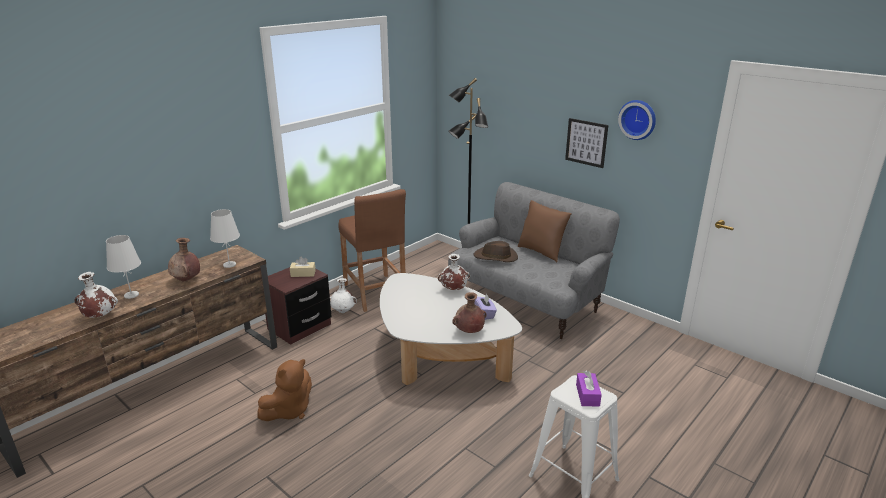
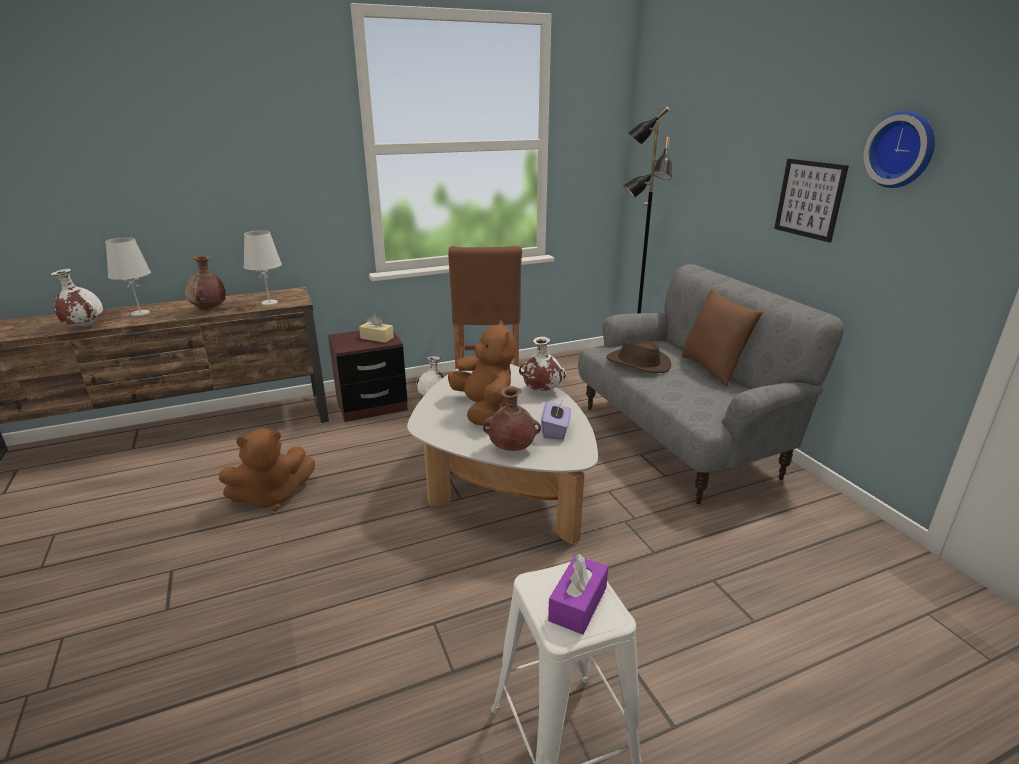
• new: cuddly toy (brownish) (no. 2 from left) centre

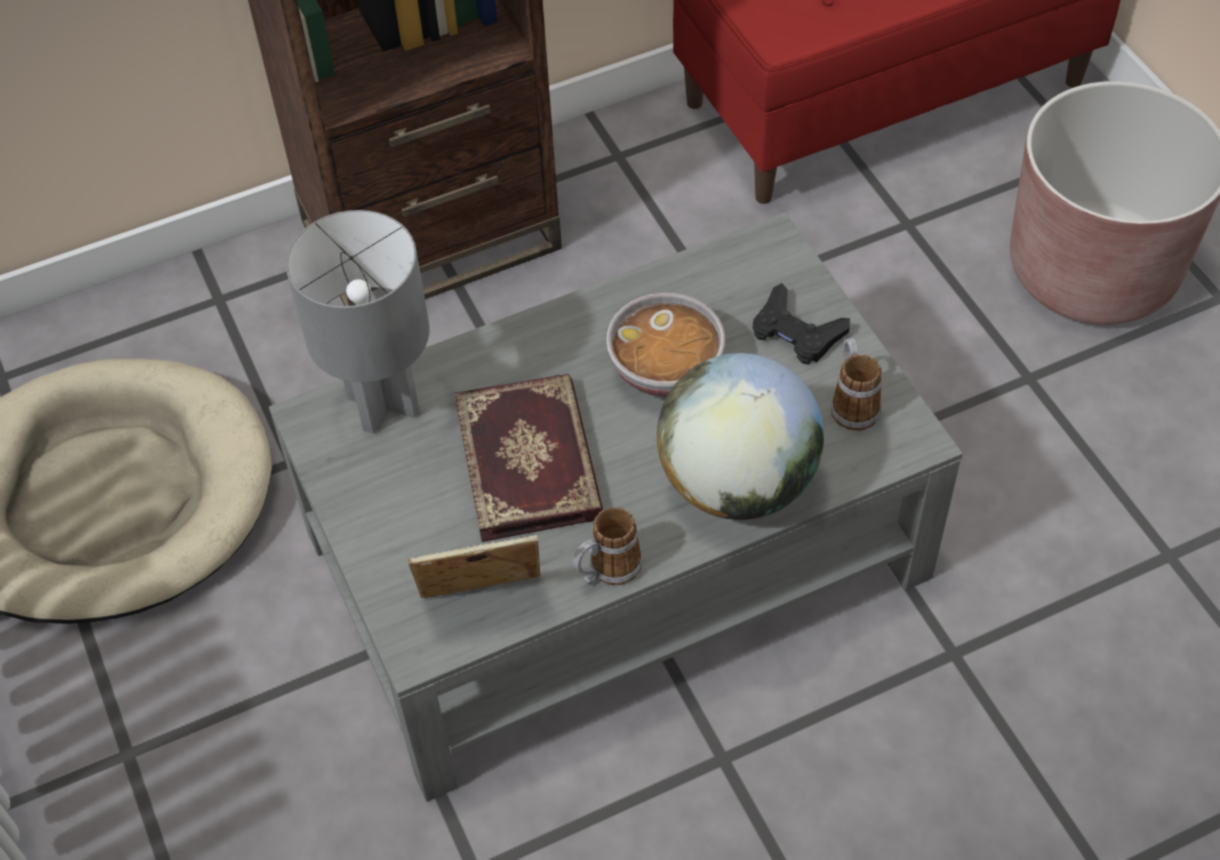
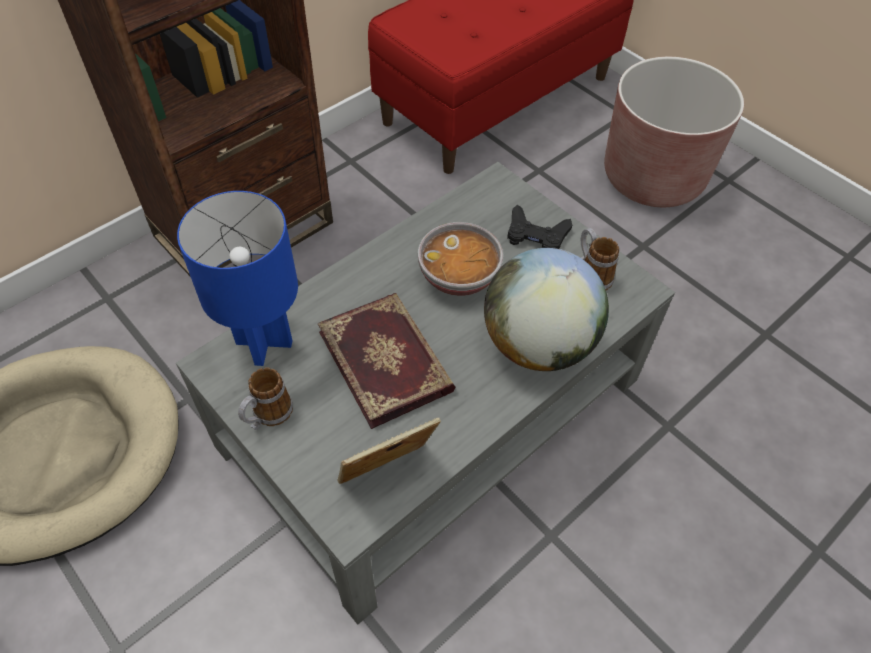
• shifted: coffee mug (no. 1 from left) centre to middle left
• repainted: lamp for a table (greyish) middle left to lamp for a table (bluish) middle left

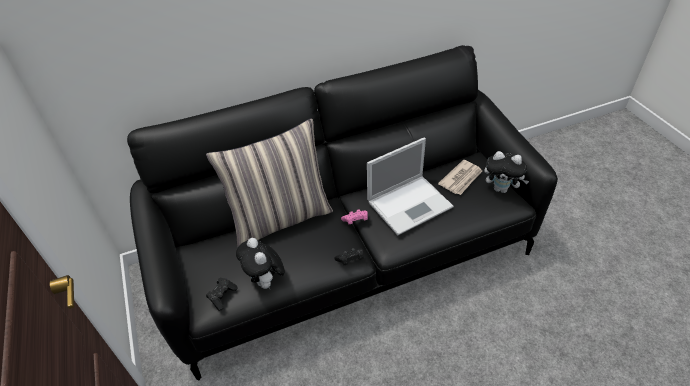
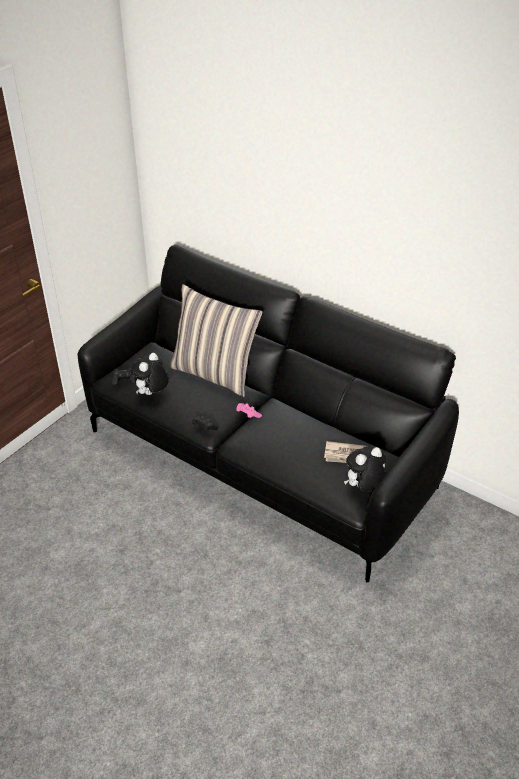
• gone: portable computer centre
• rotated: cuddly toy (no. 2 from left) middle right = middle right 75 degrees clockwise

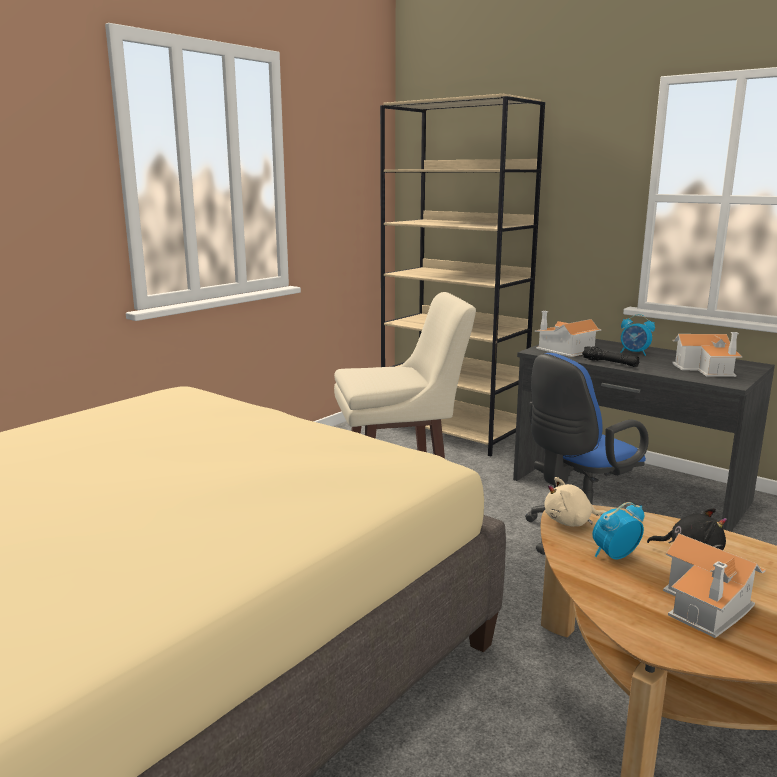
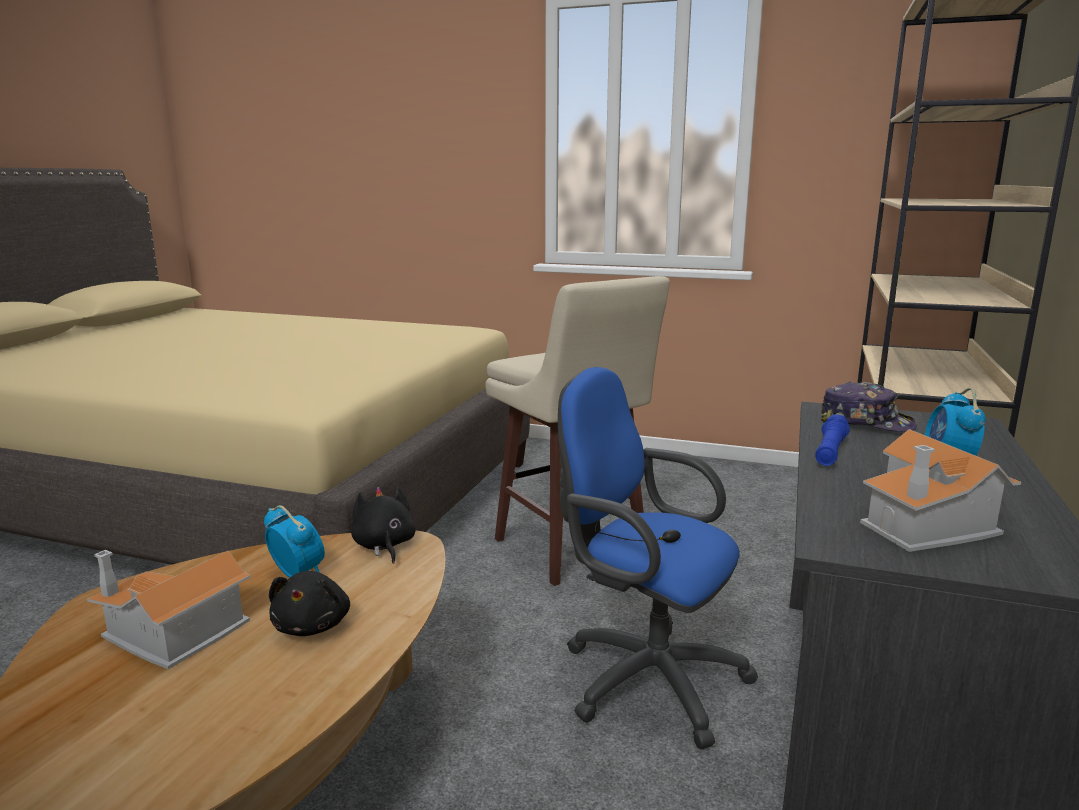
• swapped: miniature house (no. 1 from left) middle right to cap middle right
• repainted: cuddly toy (beige) middle right to cuddly toy (black-coloured) (no. 2 from left) centre
• repainted: torch (black-coloured) middle right to torch (bluish) middle right

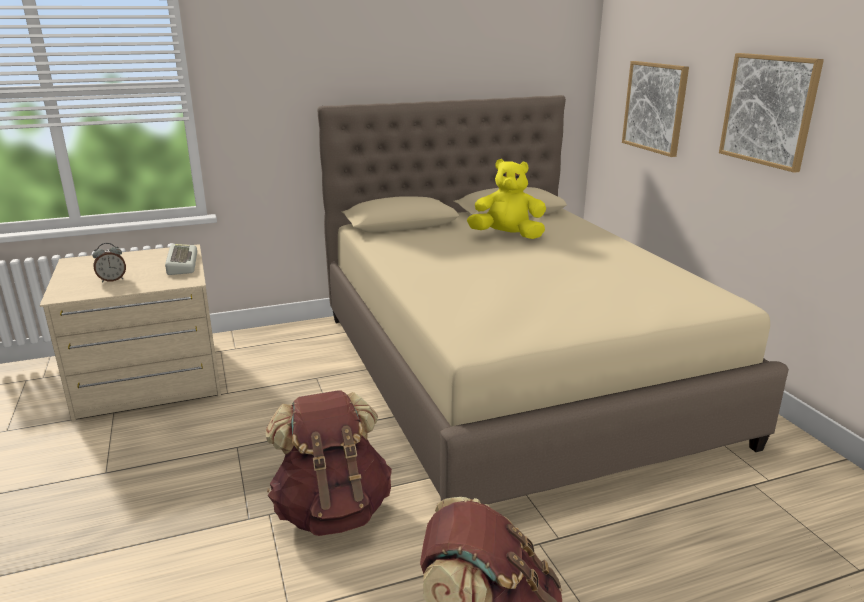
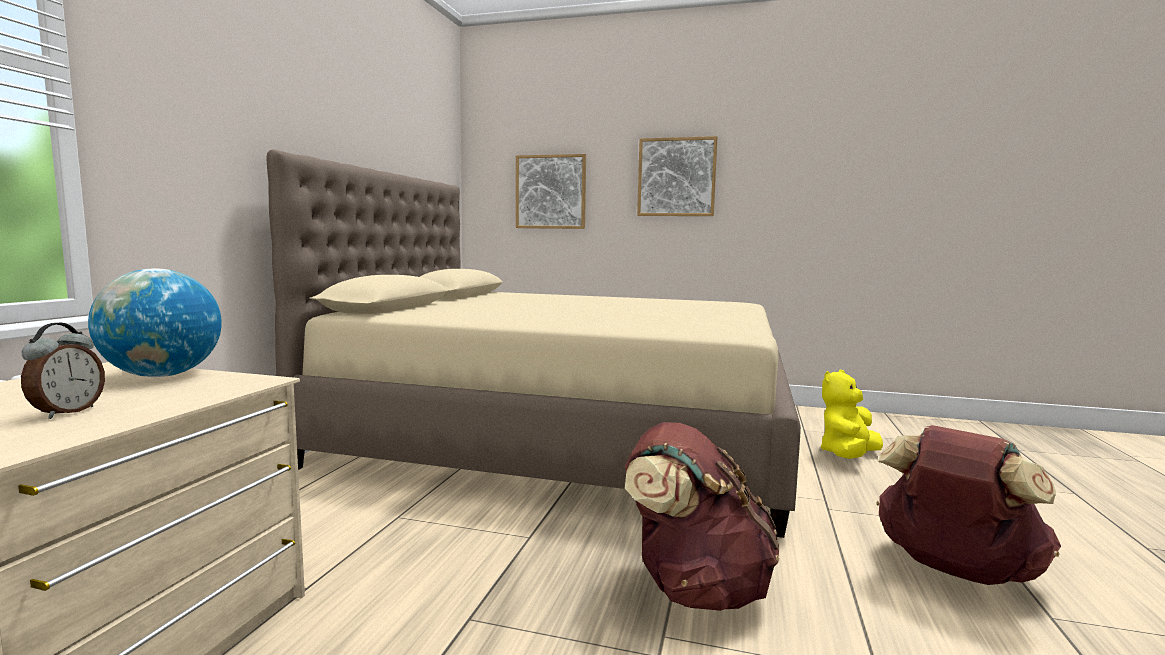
• shifted: cuddly toy (yellow) top centre to middle right
• swapped: keyboard middle left to desk globe middle left

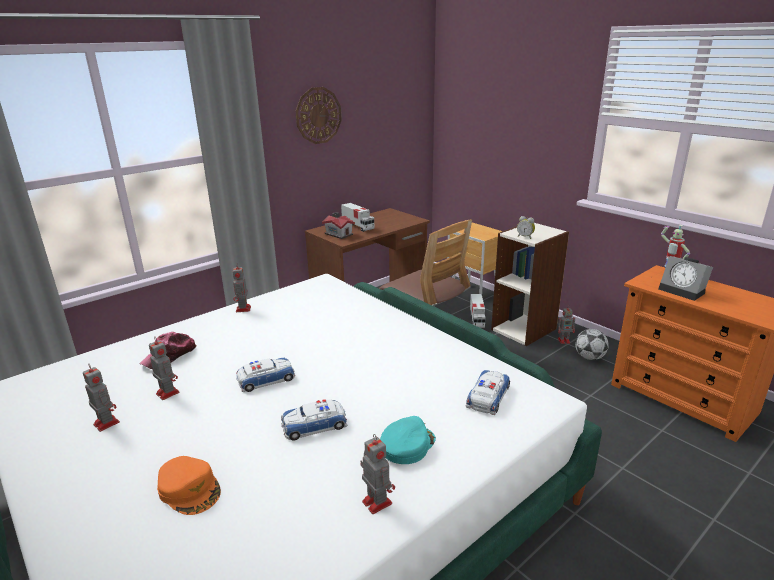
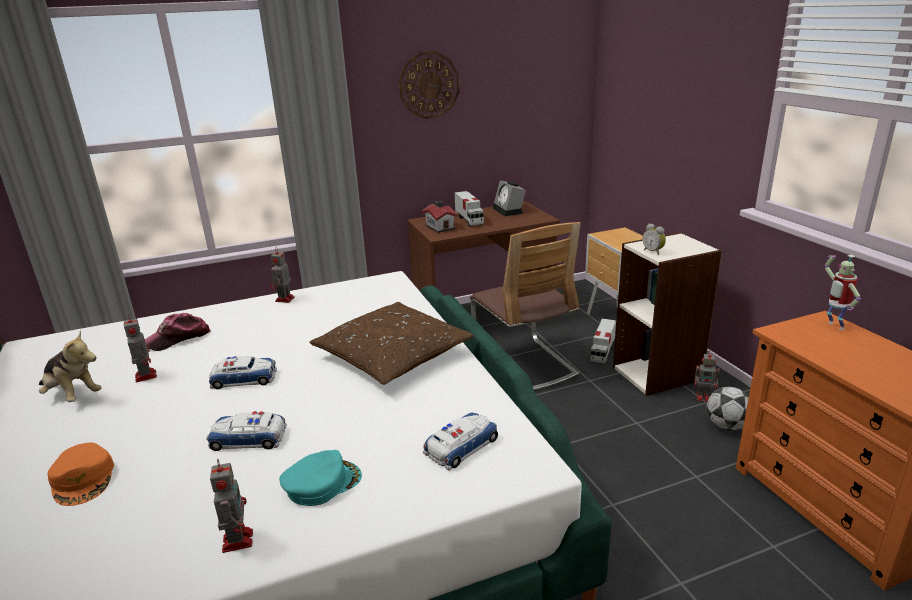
• new: cushion (brownish) centre
• shifted: alarm clock (no. 2 from left in the first image) middle right to alarm clock (no. 1 from left) top centre
• swapped: robot figure (no. 1 from left) bottom left to cuddly toy middle left

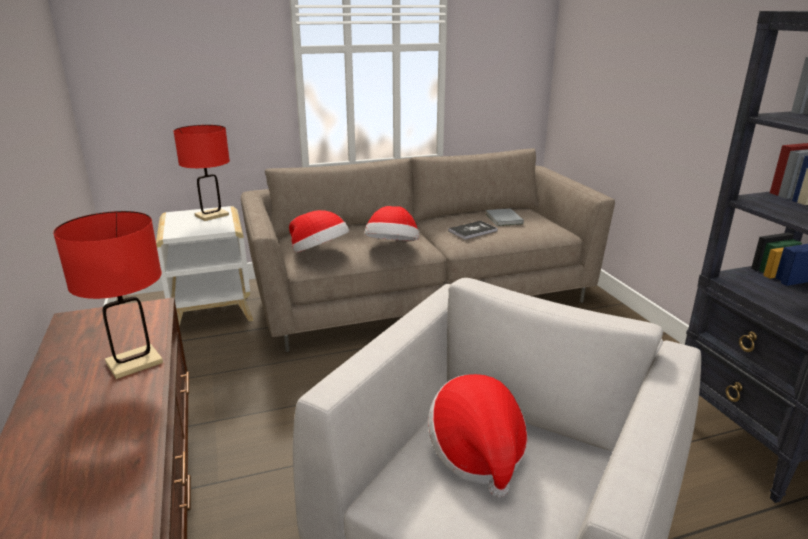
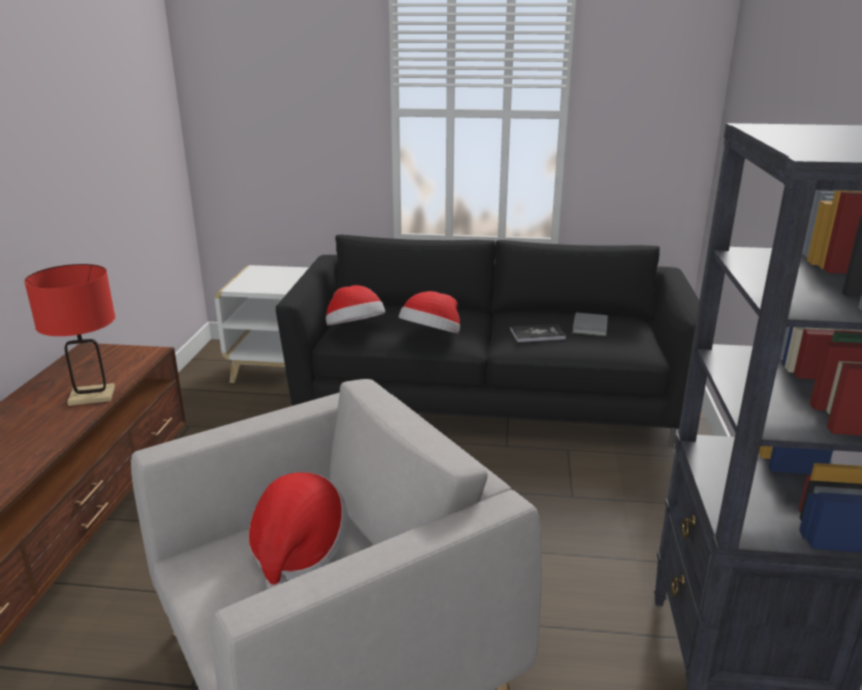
• gone: lamp for a table (reddish) (no. 2 from left) top left
• repainted: couch (beige) centre to couch (black-coloured) centre

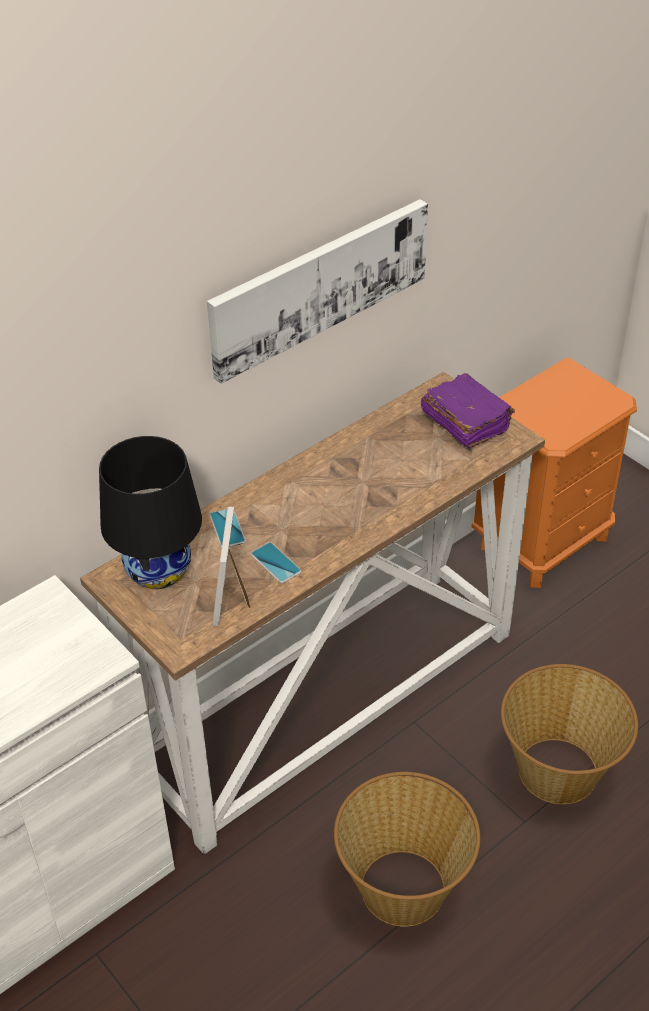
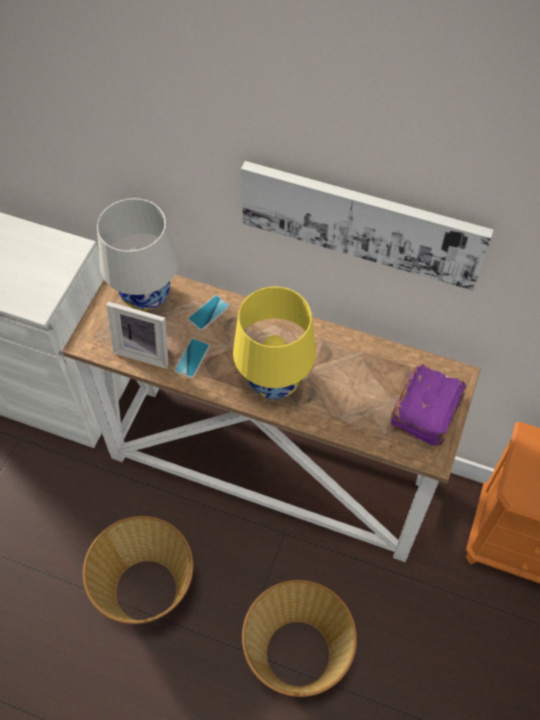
• new: lamp for a table (yellow) centre
• repainted: lamp for a table (black-coloured) middle left to lamp for a table (whitish) middle left
• rotated: standing frame centre = middle left 135 degrees counterclockwise

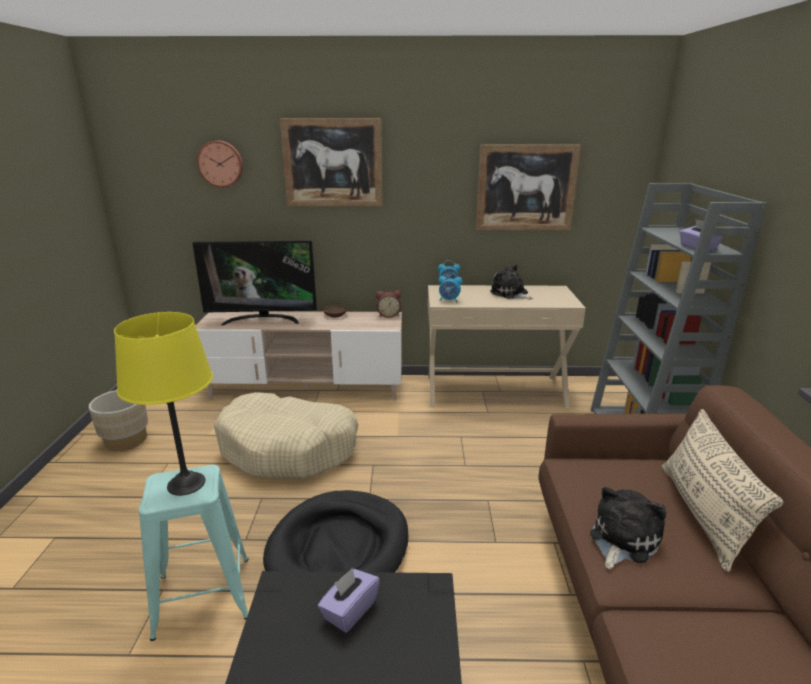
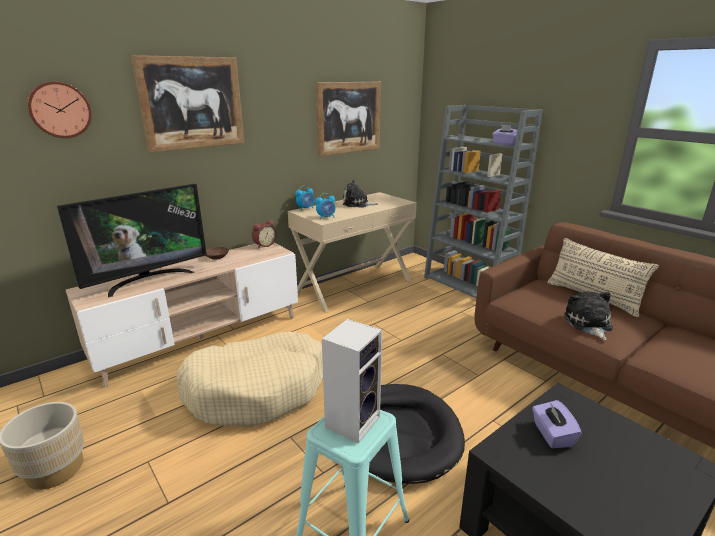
• swapped: lamp for a table (yellow) middle left to audio speaker bottom centre

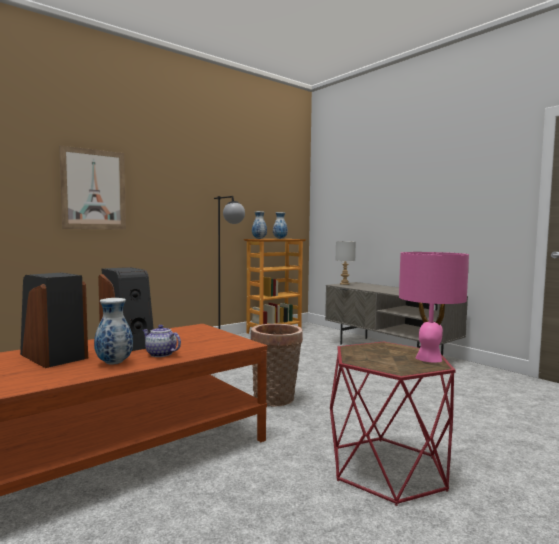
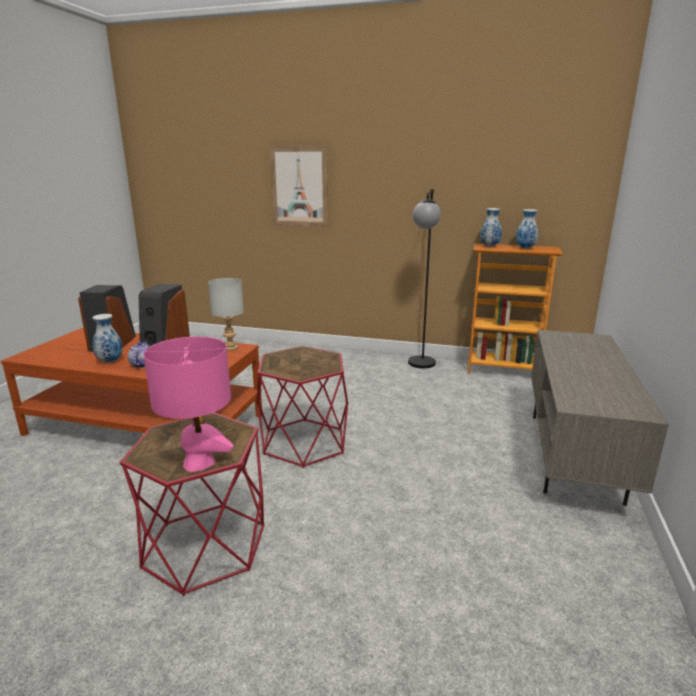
• shifted: lamp for a table (greyish) centre to middle left
• swapped: household basket bottom centre to accent table (reddish) (no. 2 from left) centre

